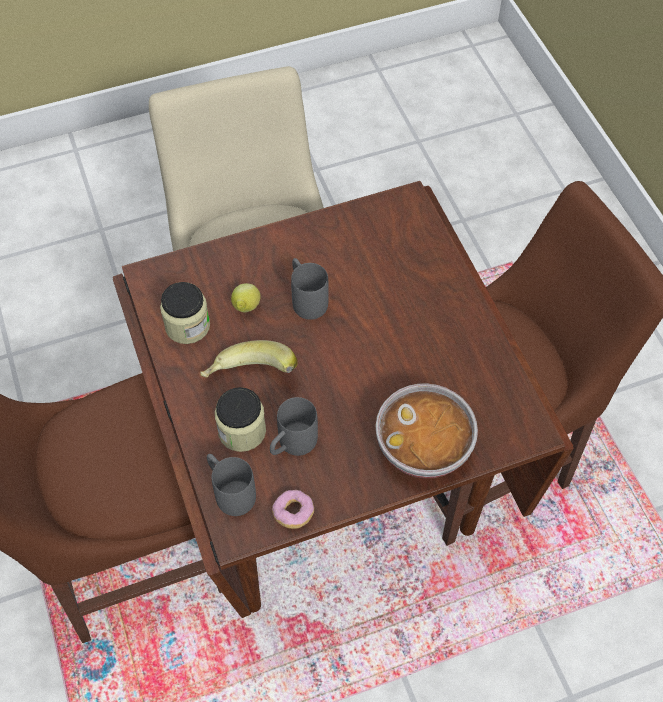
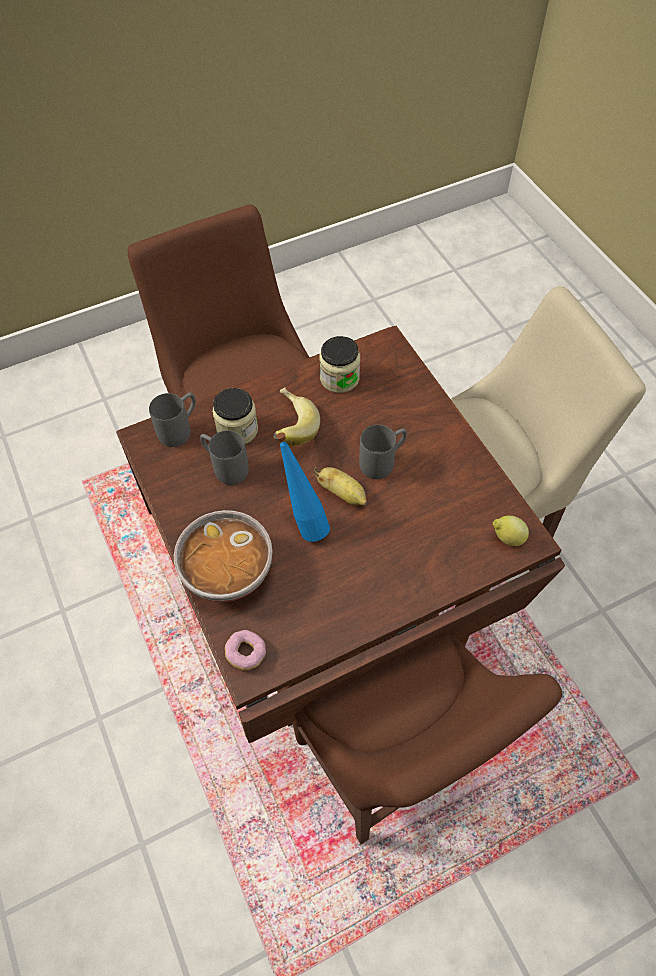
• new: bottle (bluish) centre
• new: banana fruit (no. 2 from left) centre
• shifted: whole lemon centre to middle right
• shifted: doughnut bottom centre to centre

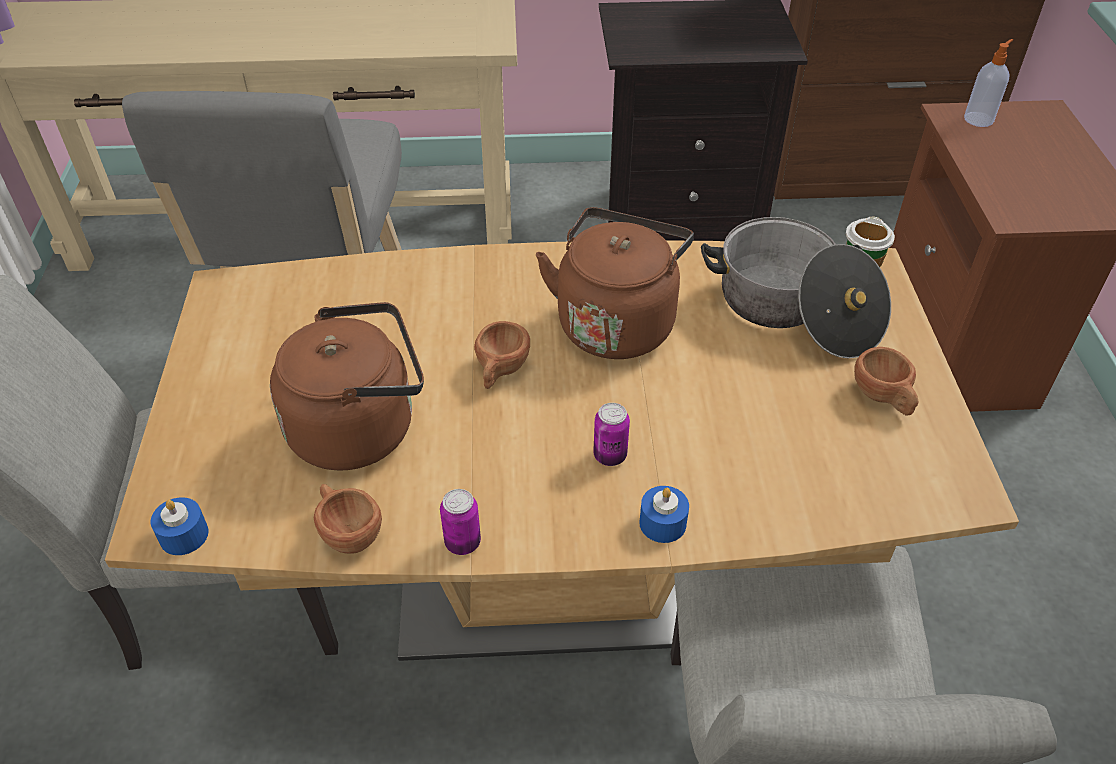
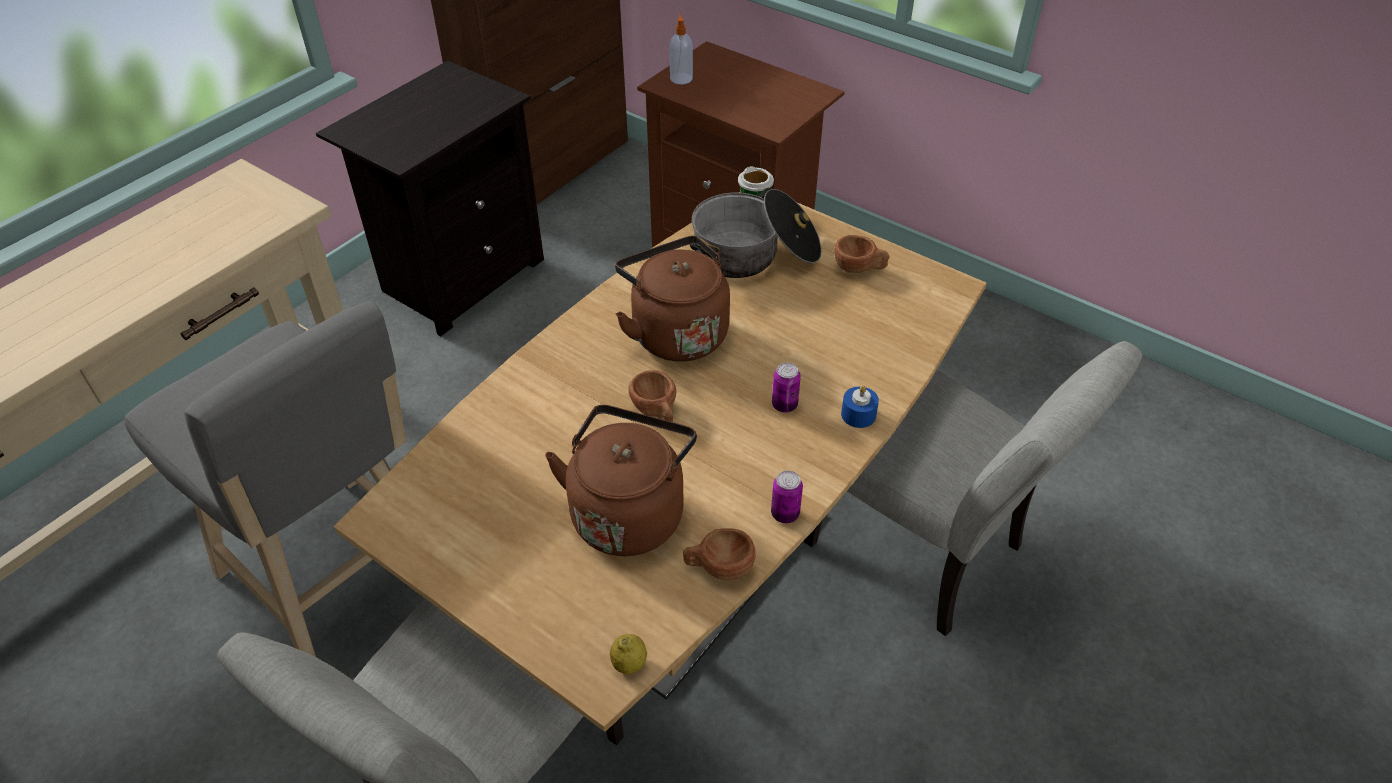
• swapped: candle (bluish) (no. 1 from left) bottom left to whole lemon bottom centre

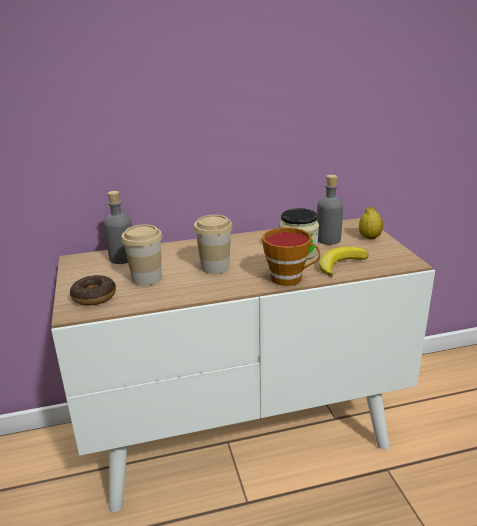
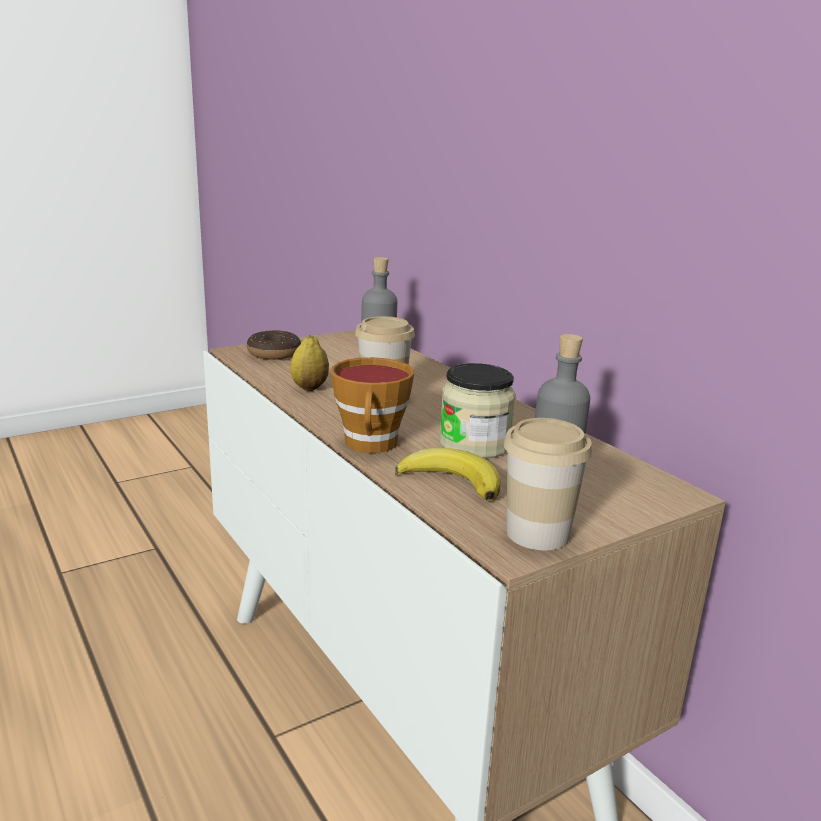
• shifted: small cup (no. 1 from left in the first image) middle left to small cup (no. 3 from left) middle right
• shifted: whole lemon middle right to centre

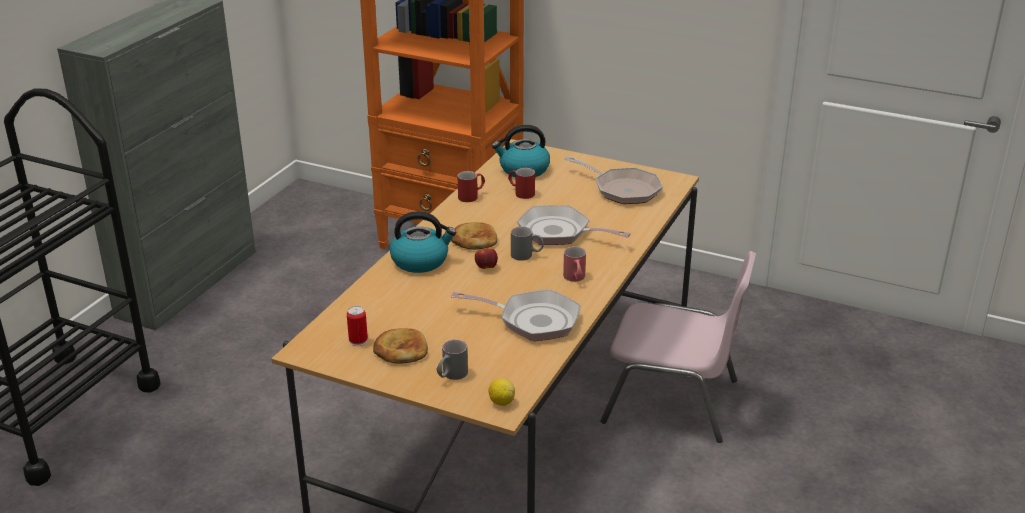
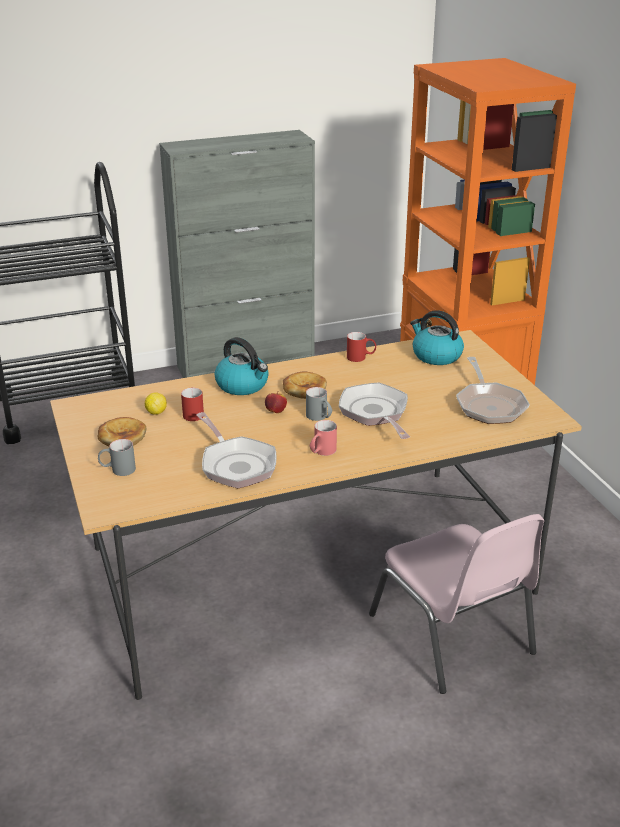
• gone: can centre
• shifted: whole lemon bottom centre to middle left
• shifted: coffee mug (reddish) (no. 2 from left in the first image) centre to coffee mug (reddish) (no. 1 from left) middle left

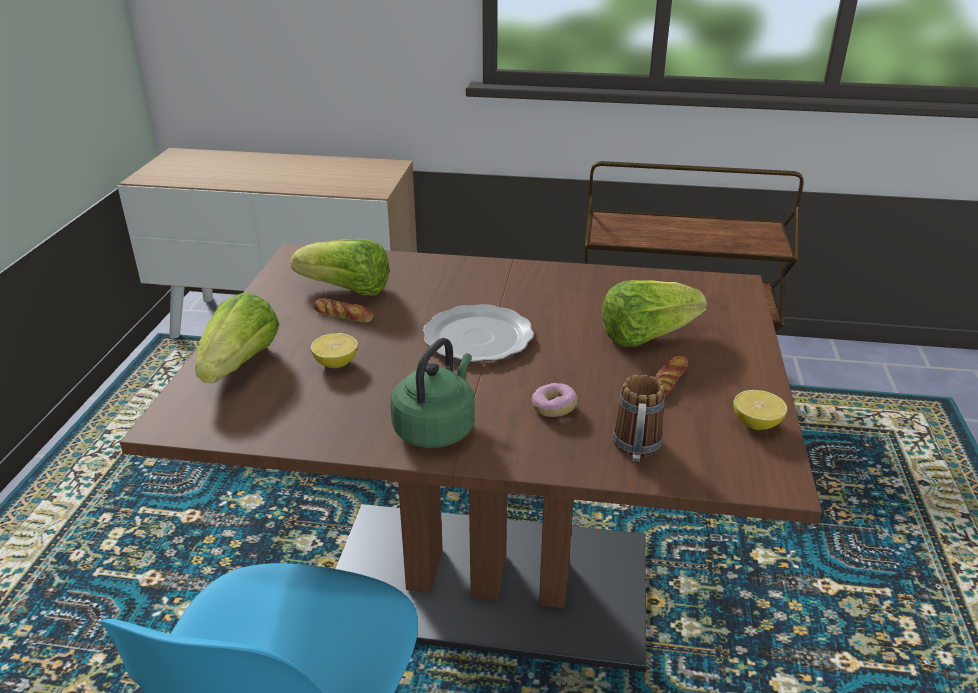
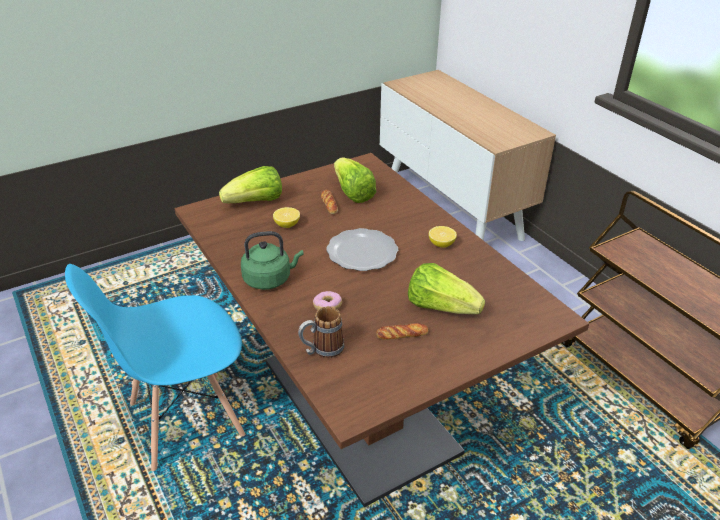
• shifted: whole lemon (no. 2 from left) middle right to centre

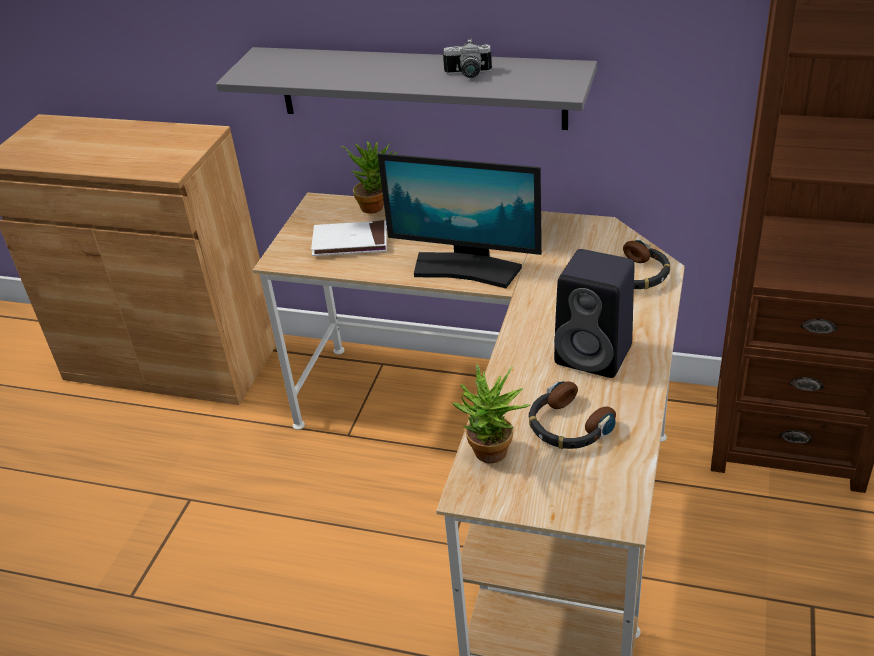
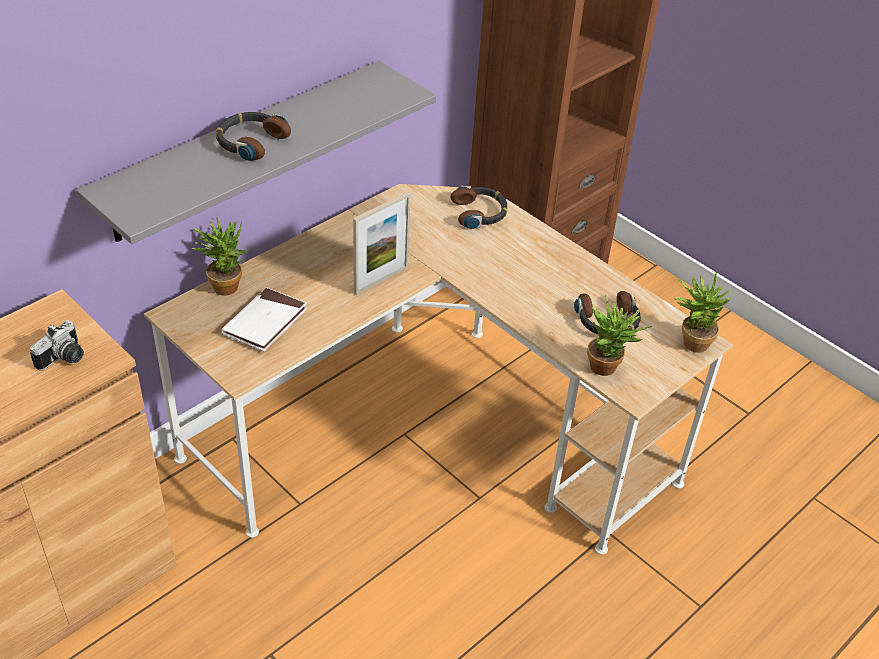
• gone: audio speaker (black-coloured) middle right
• new: headphones (no. 1 from left) top left
• new: potted plant (no. 3 from left) middle right
• shifted: still camera top centre to middle left
• swapped: monitor centre to standing frame centre

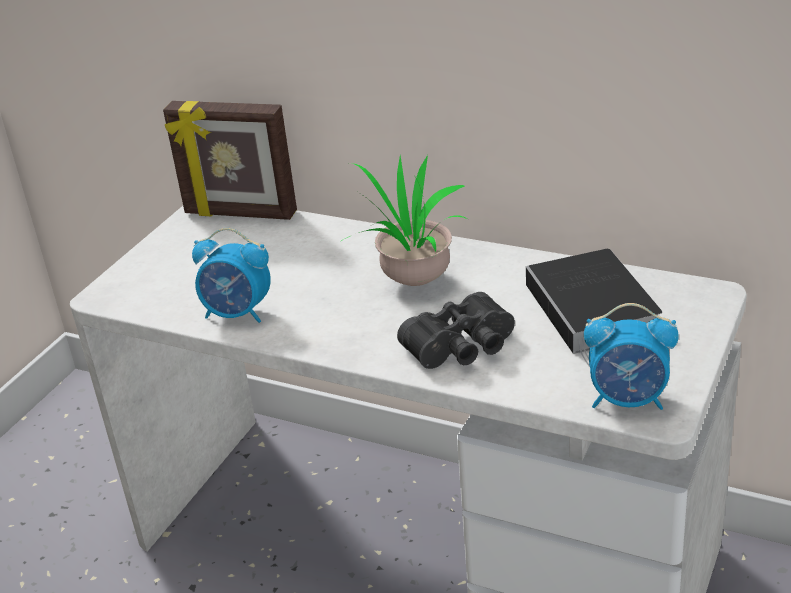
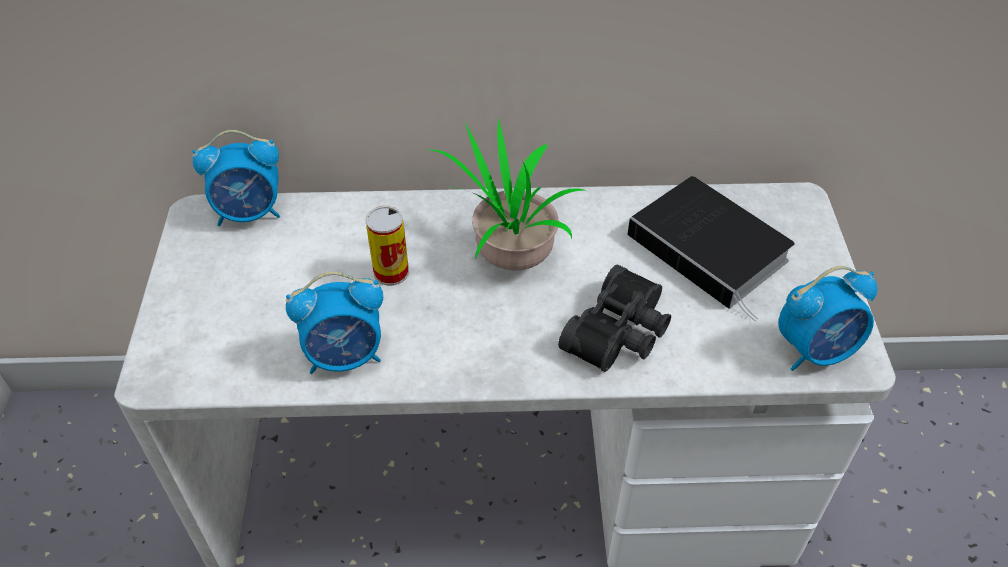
• new: can centre
• swapped: standing frame top left to alarm clock (no. 1 from left) top left

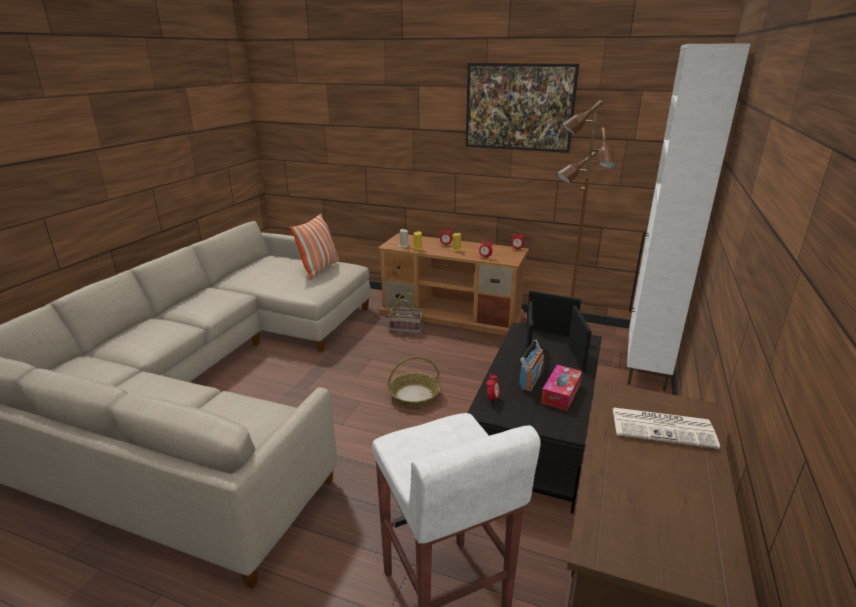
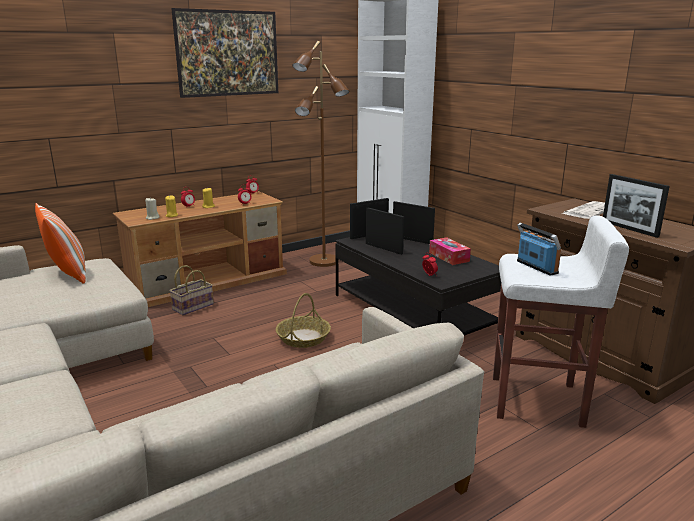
• new: standing frame (no. 4 from left) middle right
• shifted: radio set centre to middle right

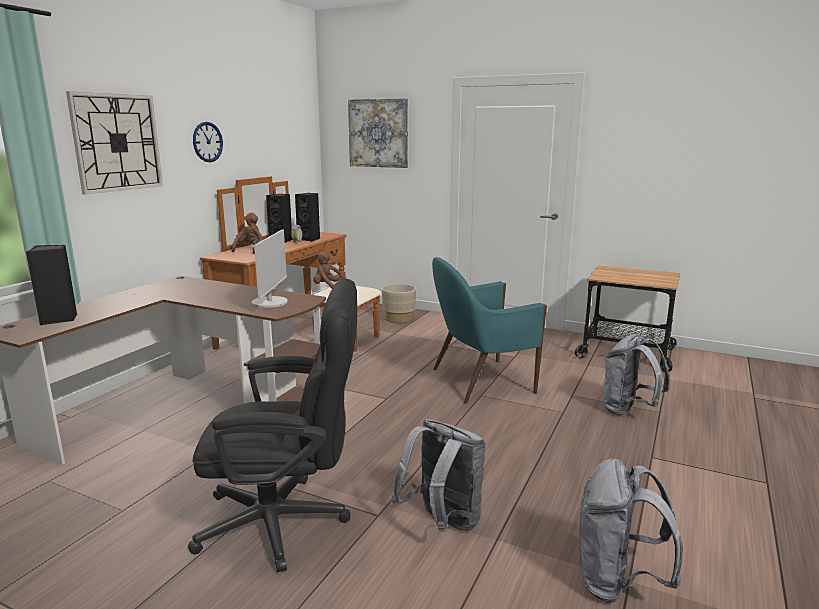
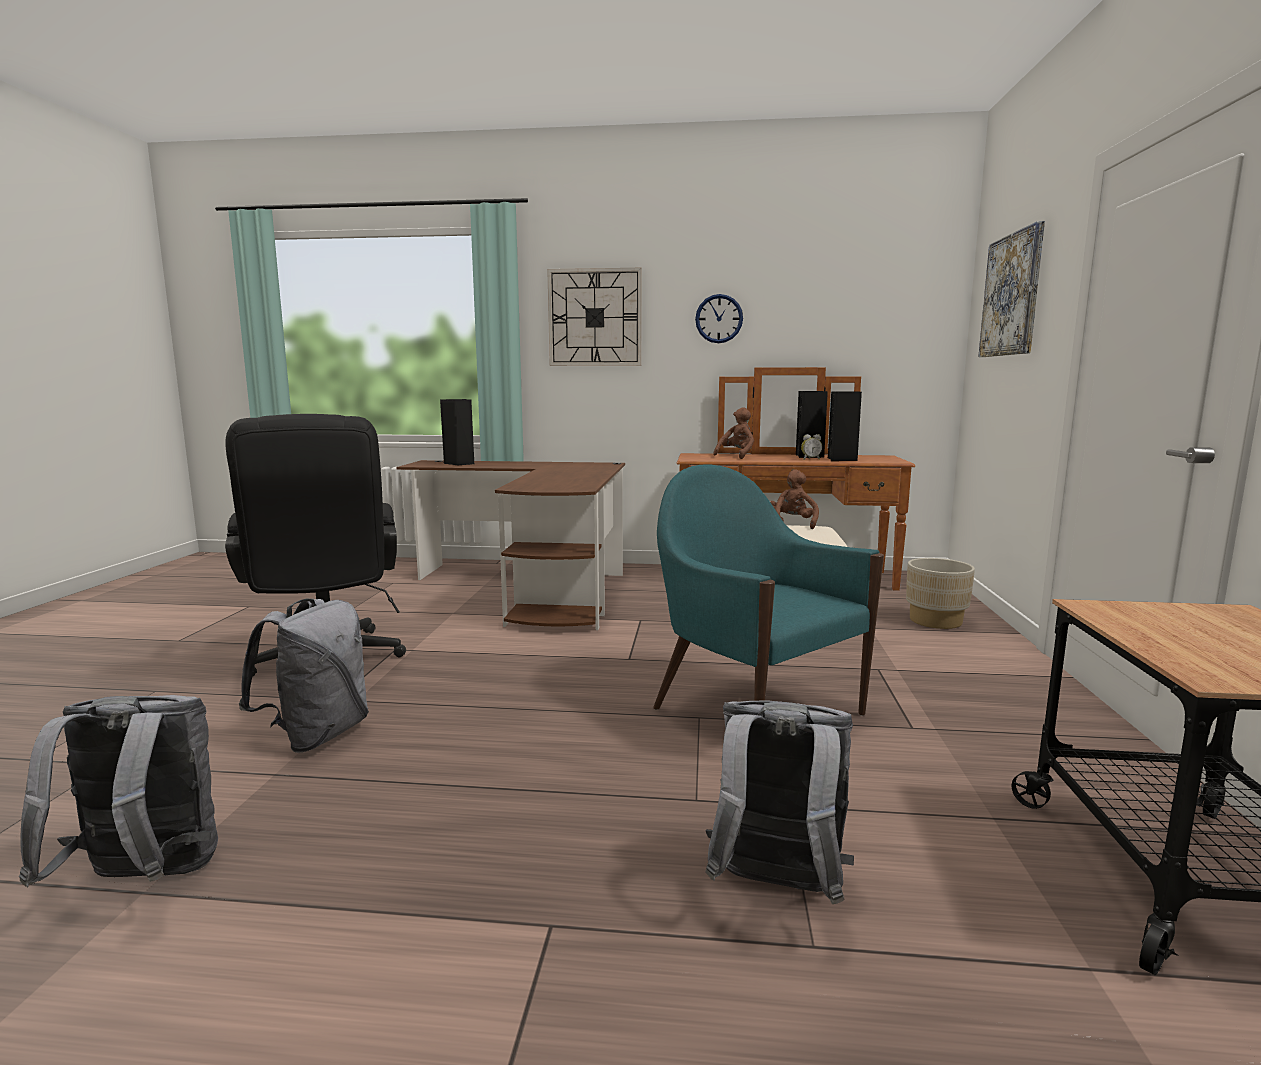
• gone: monitor middle left
• rotated: cuddly toy (brownish) (no. 1 from left) middle left = centre 45 degrees counterclockwise

